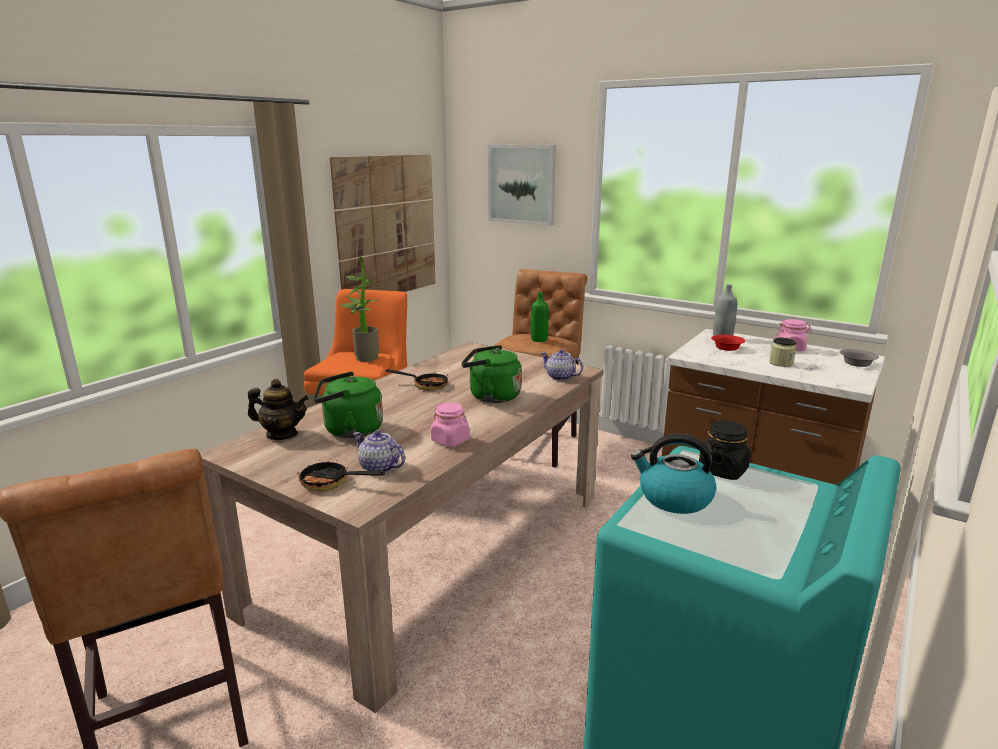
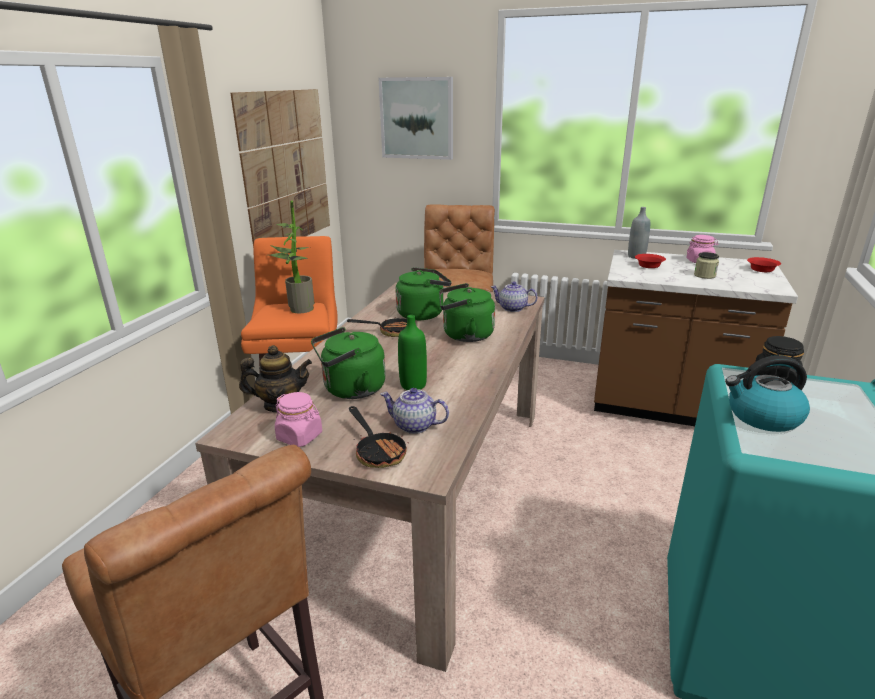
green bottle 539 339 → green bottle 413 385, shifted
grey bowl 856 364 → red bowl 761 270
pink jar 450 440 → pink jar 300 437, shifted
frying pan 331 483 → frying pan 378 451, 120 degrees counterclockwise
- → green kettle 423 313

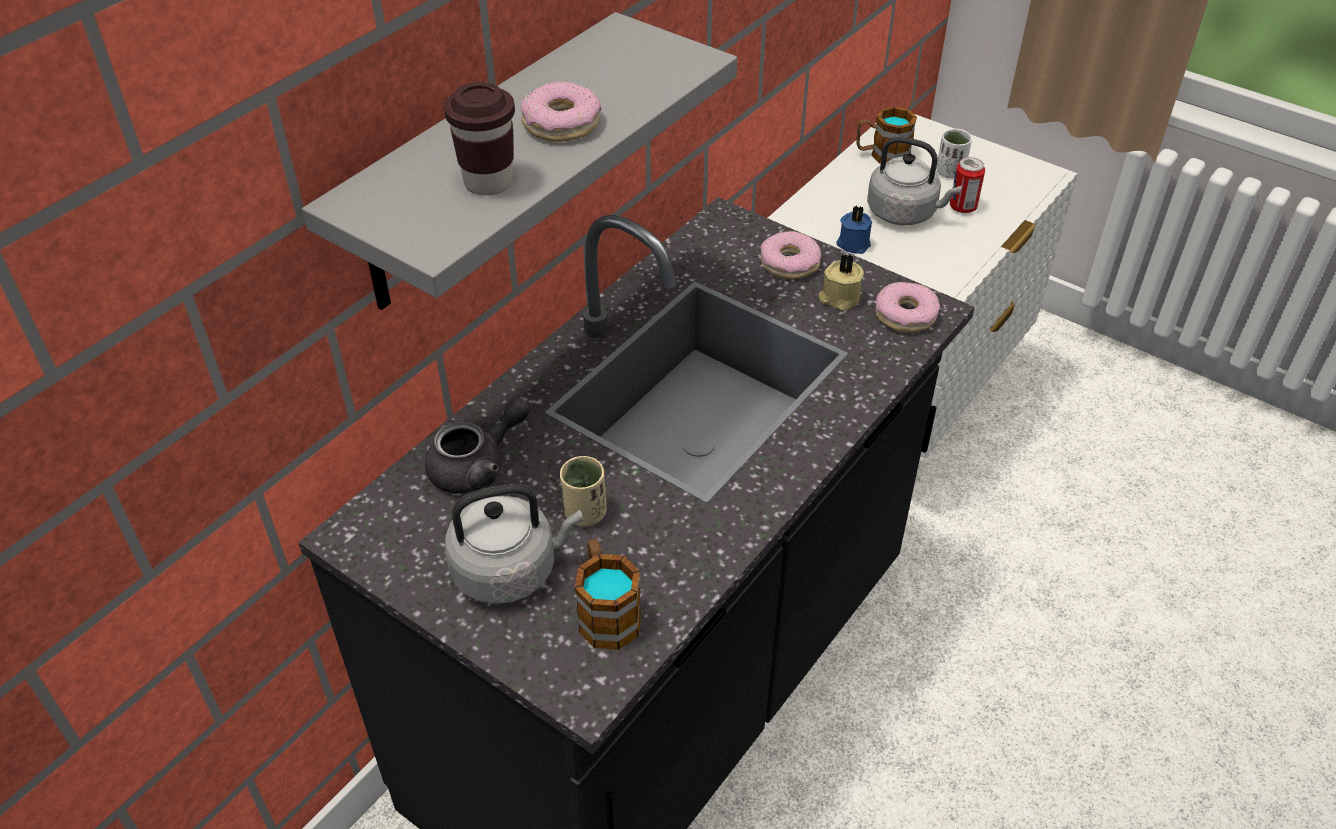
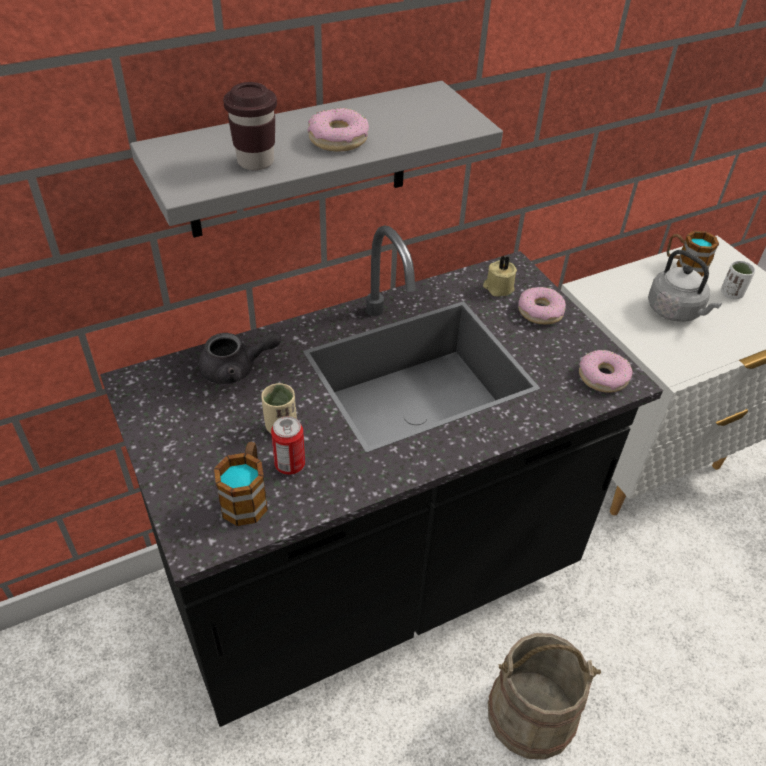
can 962 207 → can 290 464, shifted
blue candle 853 243 → -
beige candle 839 298 → beige candle 498 288, shifted
grey kettle 510 570 → -
- → beige bucket 531 713

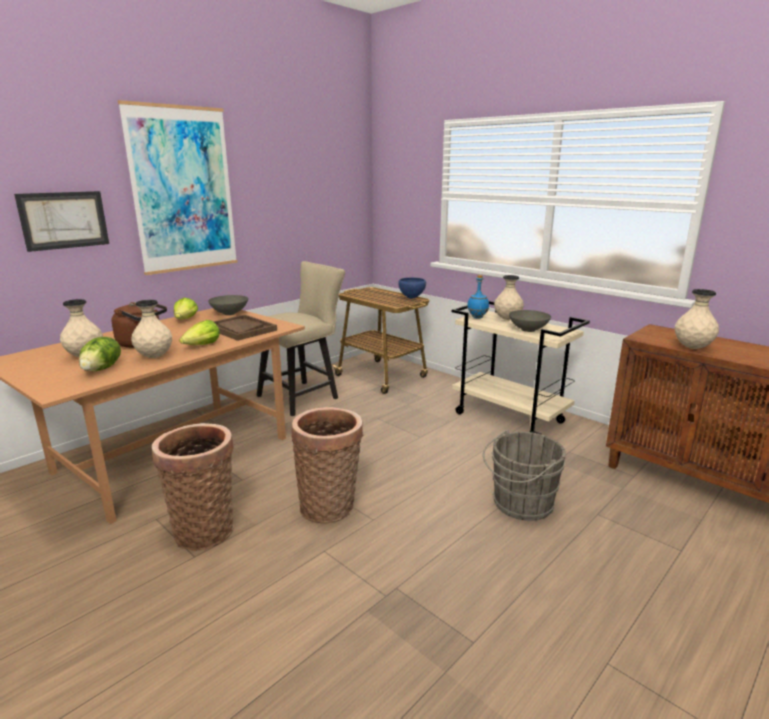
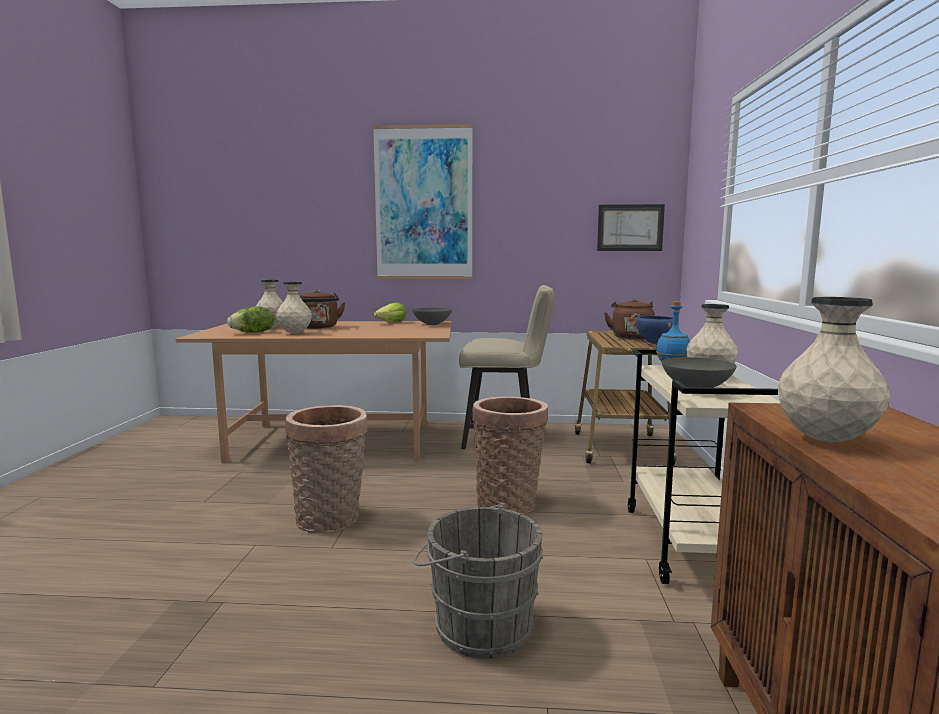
picture 64 220 → picture 630 227, shifted
brown tray 241 329 → -
lettuce 202 346 → -
basket 204 529 → basket 508 503, shifted
- → brown kettle 631 337

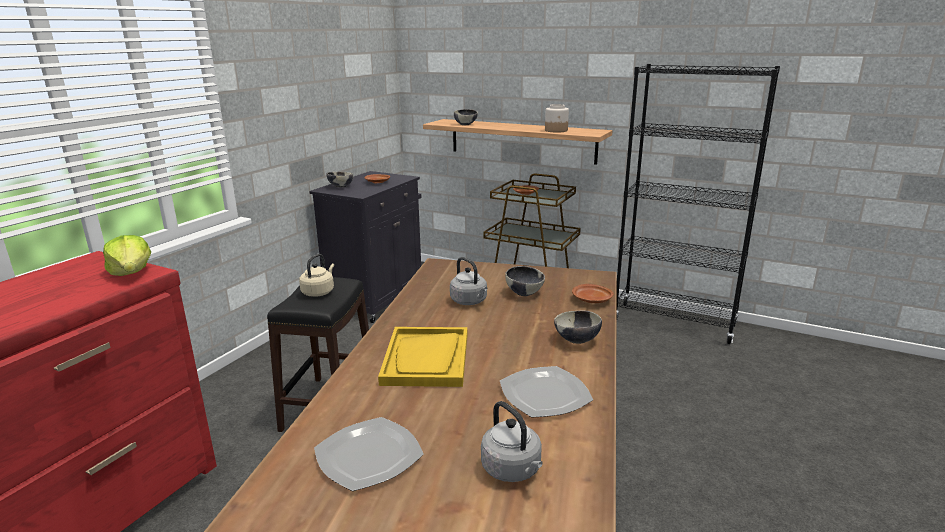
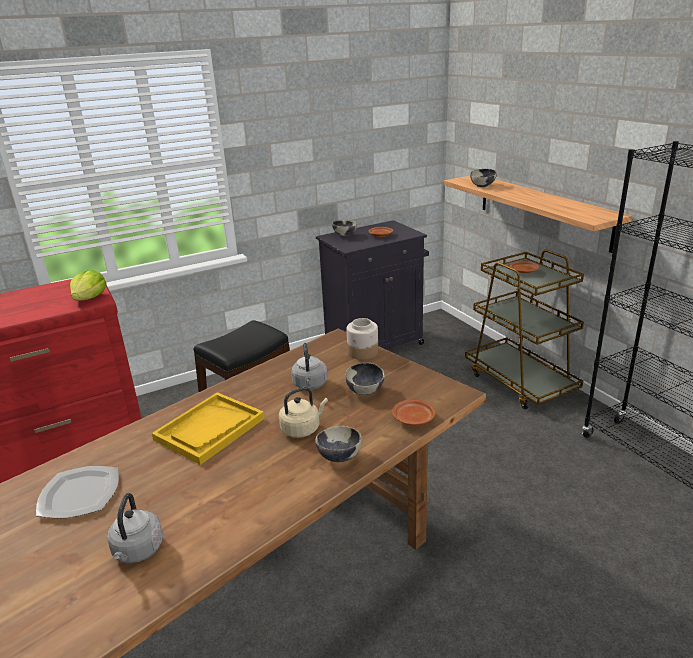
jar 556 130 → jar 363 352, shifted
beige kettle 319 292 → beige kettle 302 429, shifted
plate 545 394 → -

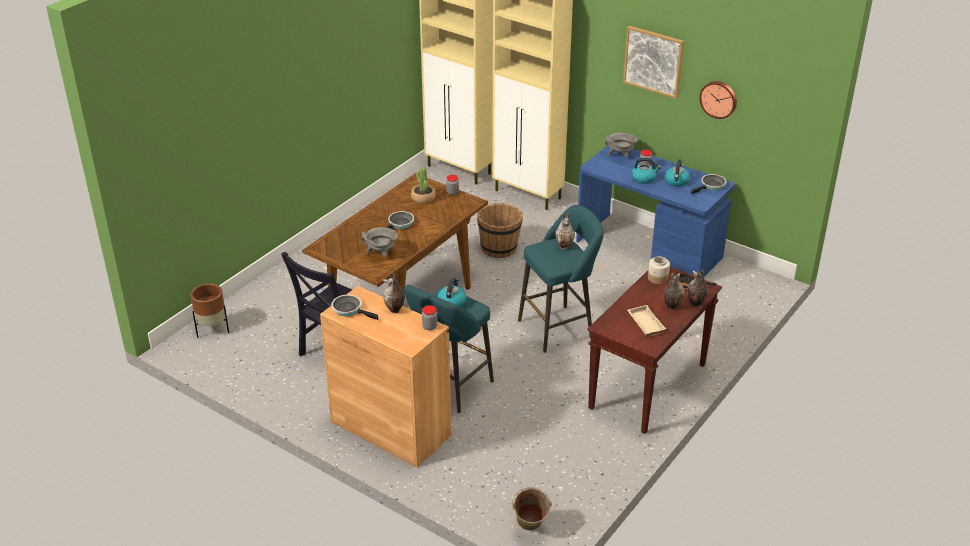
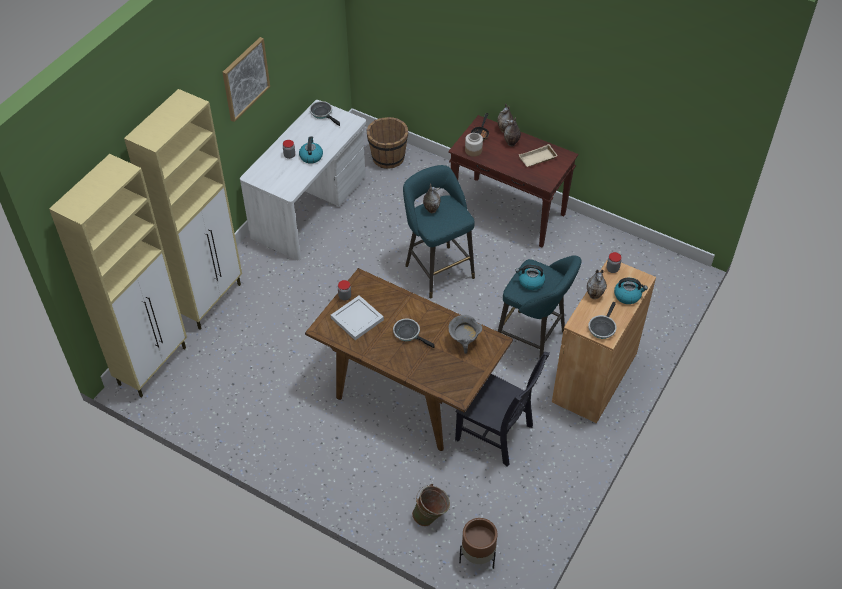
wall clock 719 99 → -
grey cooking pot 621 156 → -
blue desk 649 249 → white desk 310 208
kettle 676 182 → kettle 627 295, shifted
potted plant 423 198 → white tray 357 319
brown bucket 499 248 → brown bucket 388 157, shifted
green bucket 530 529 → green bucket 431 517, shifted

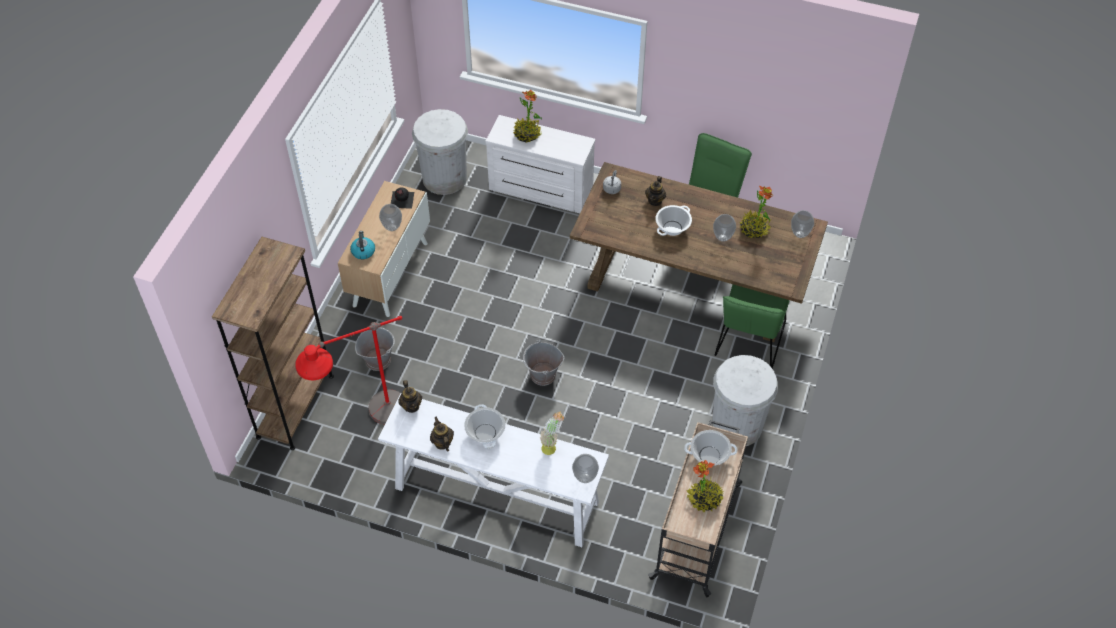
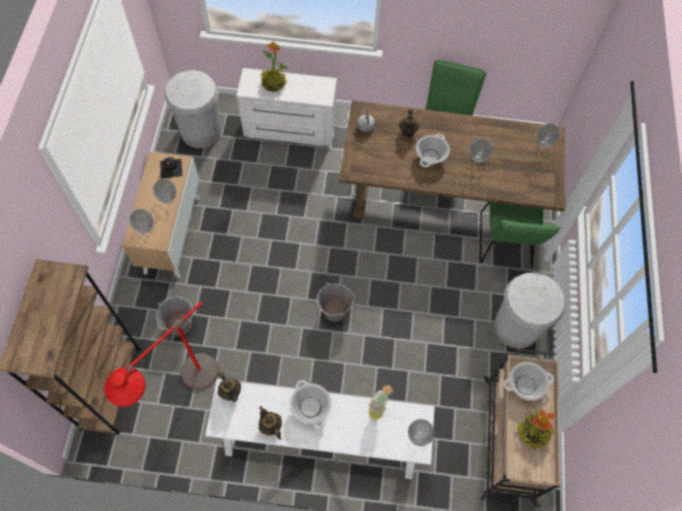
potted plant 754 229 → -
kettle 363 251 → vase 145 229

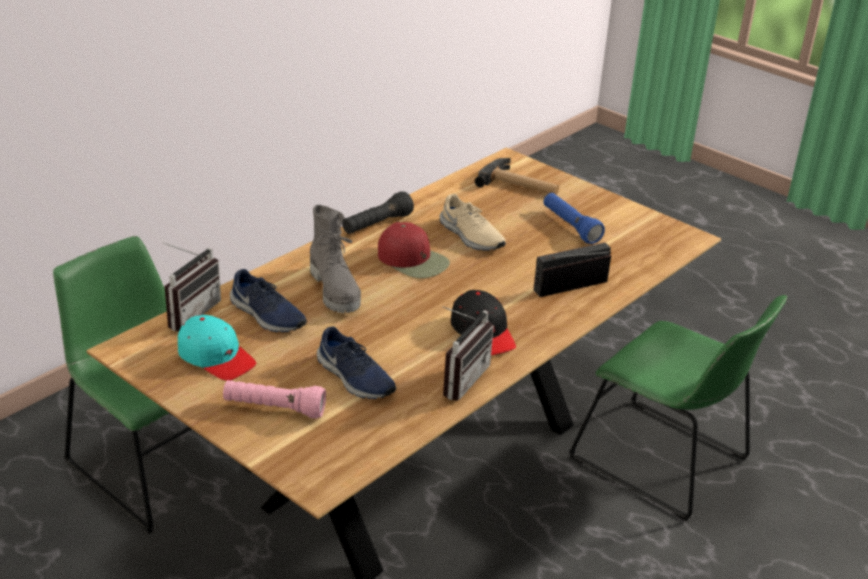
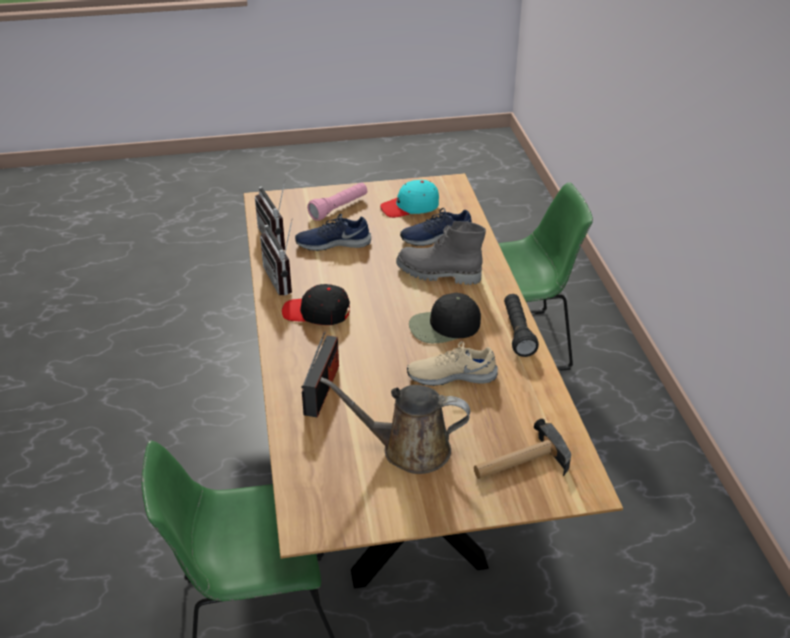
blue flashlight 570 227 → brown watering can 409 449
red cap 413 260 → black cap 444 326
radio 189 312 → radio 278 238, shifted

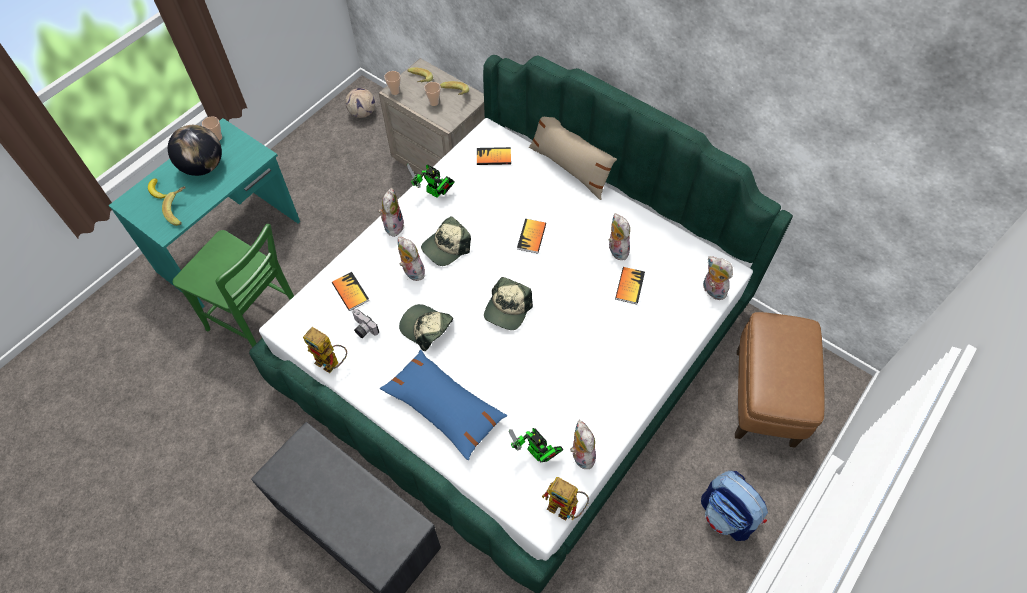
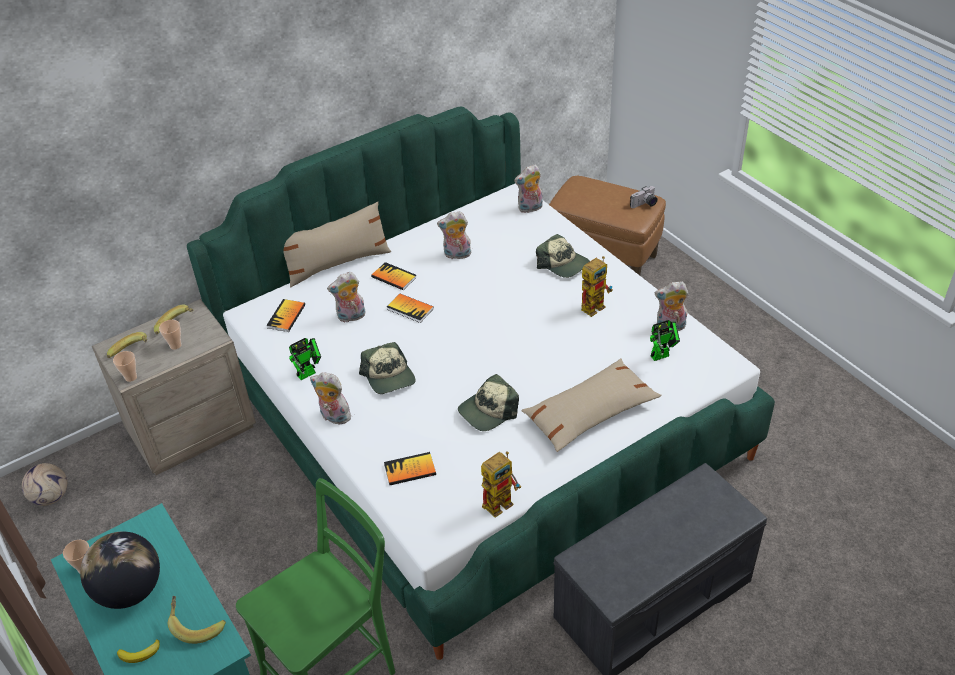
plush toy 411 271 → plush toy 351 317, shifted
book 629 286 → book 394 277, shifted
cap 507 309 → cap 563 264, shifted
photo camera 363 329 → photo camera 644 204, shifted
blue pillow 444 407 → beige pillow 590 413
backpack 727 515 → -
toy robot 566 508 → toy robot 595 305, shifted

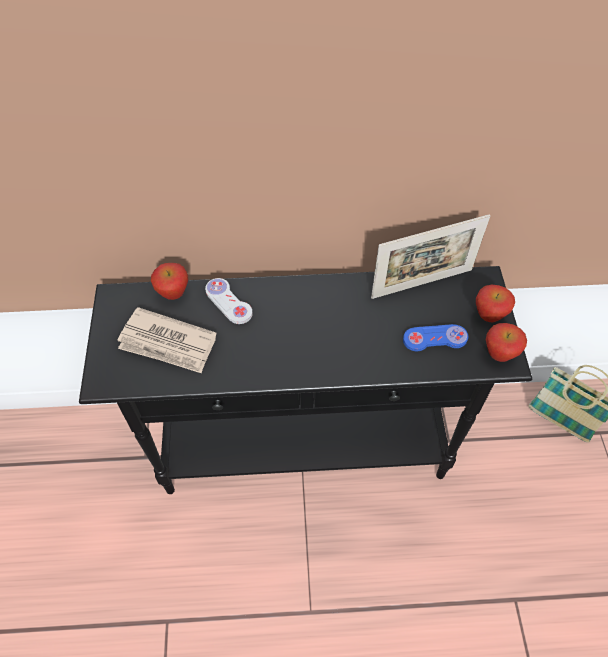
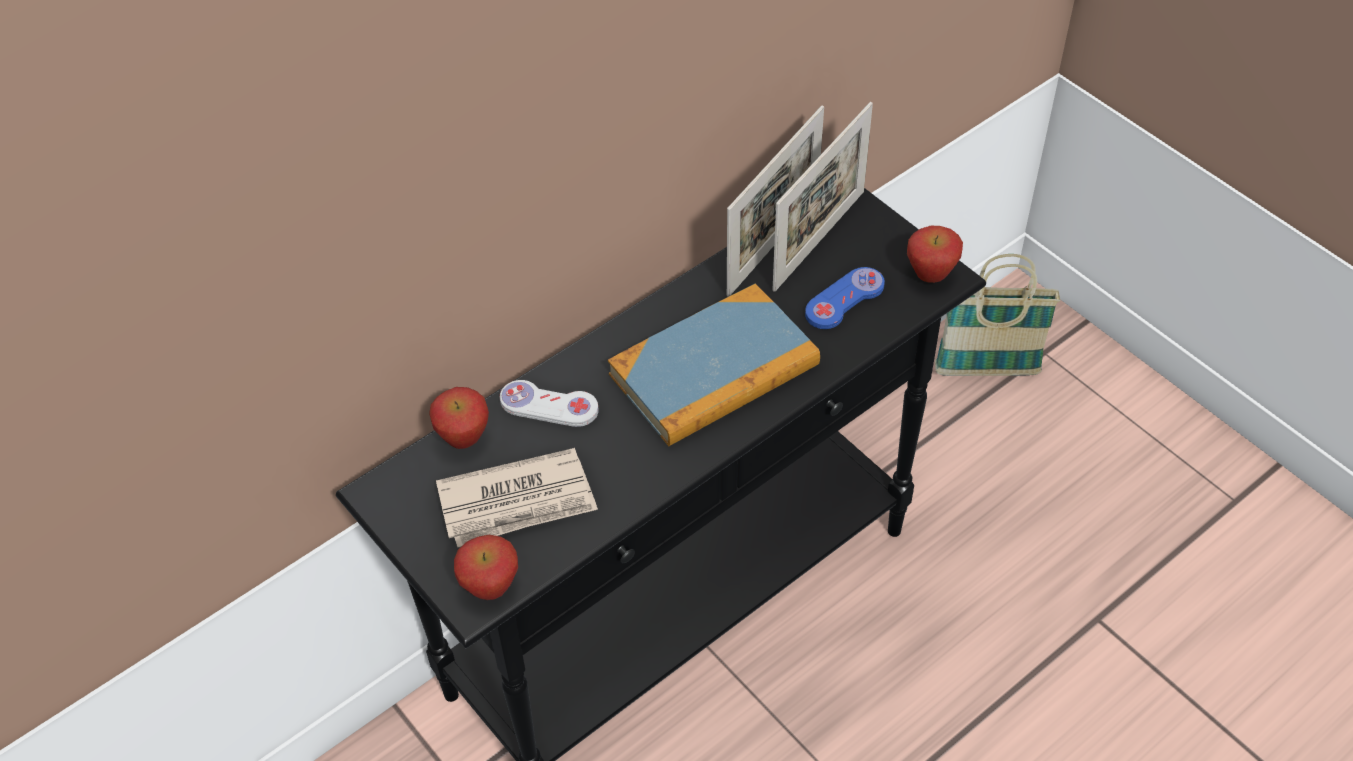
apple 488 316 → apple 491 588, shifted
- → picture frame 819 240
- → book 714 370

